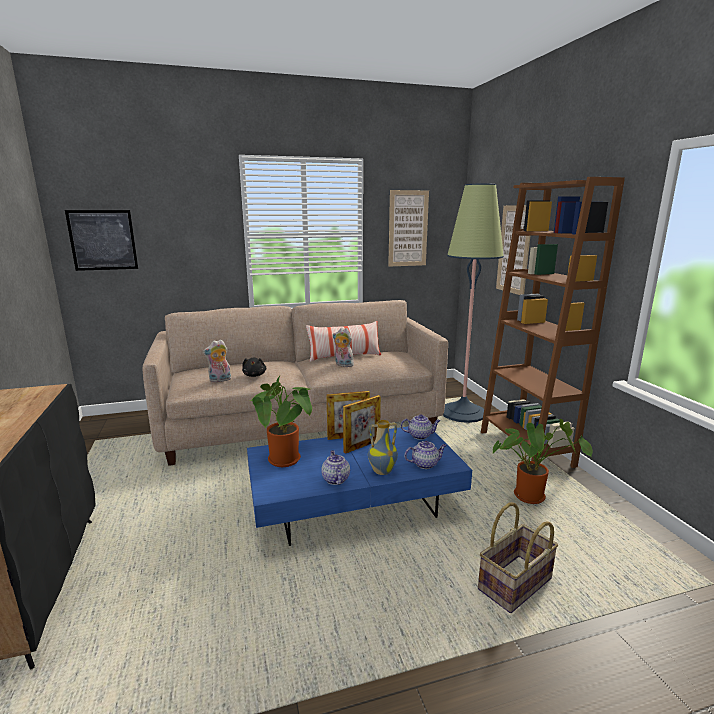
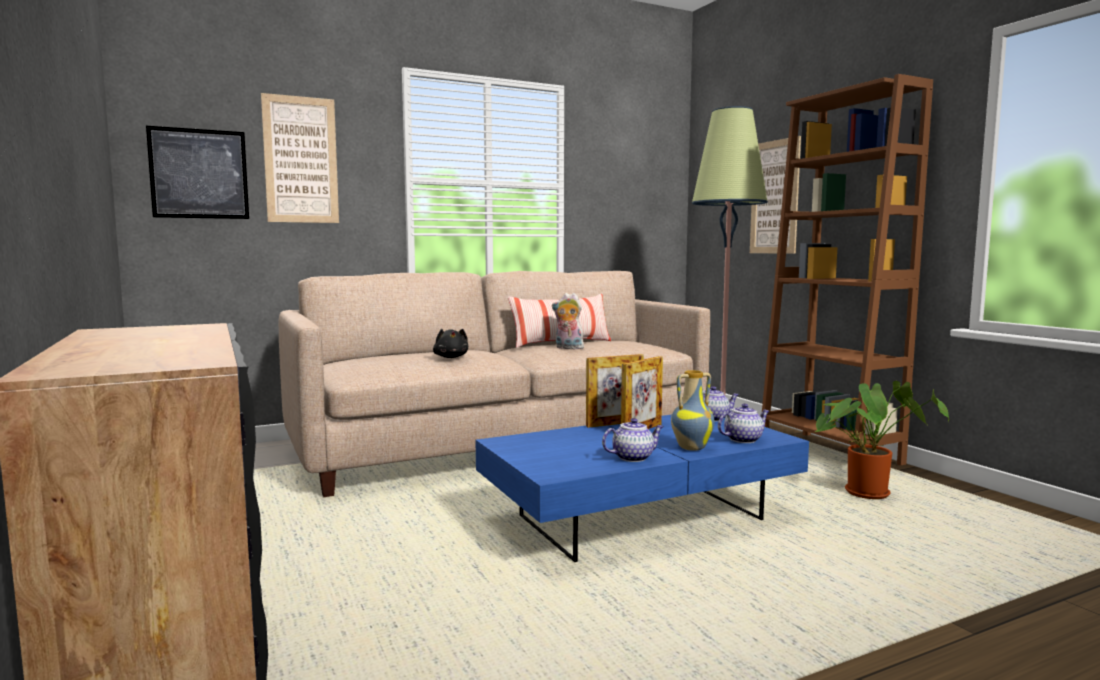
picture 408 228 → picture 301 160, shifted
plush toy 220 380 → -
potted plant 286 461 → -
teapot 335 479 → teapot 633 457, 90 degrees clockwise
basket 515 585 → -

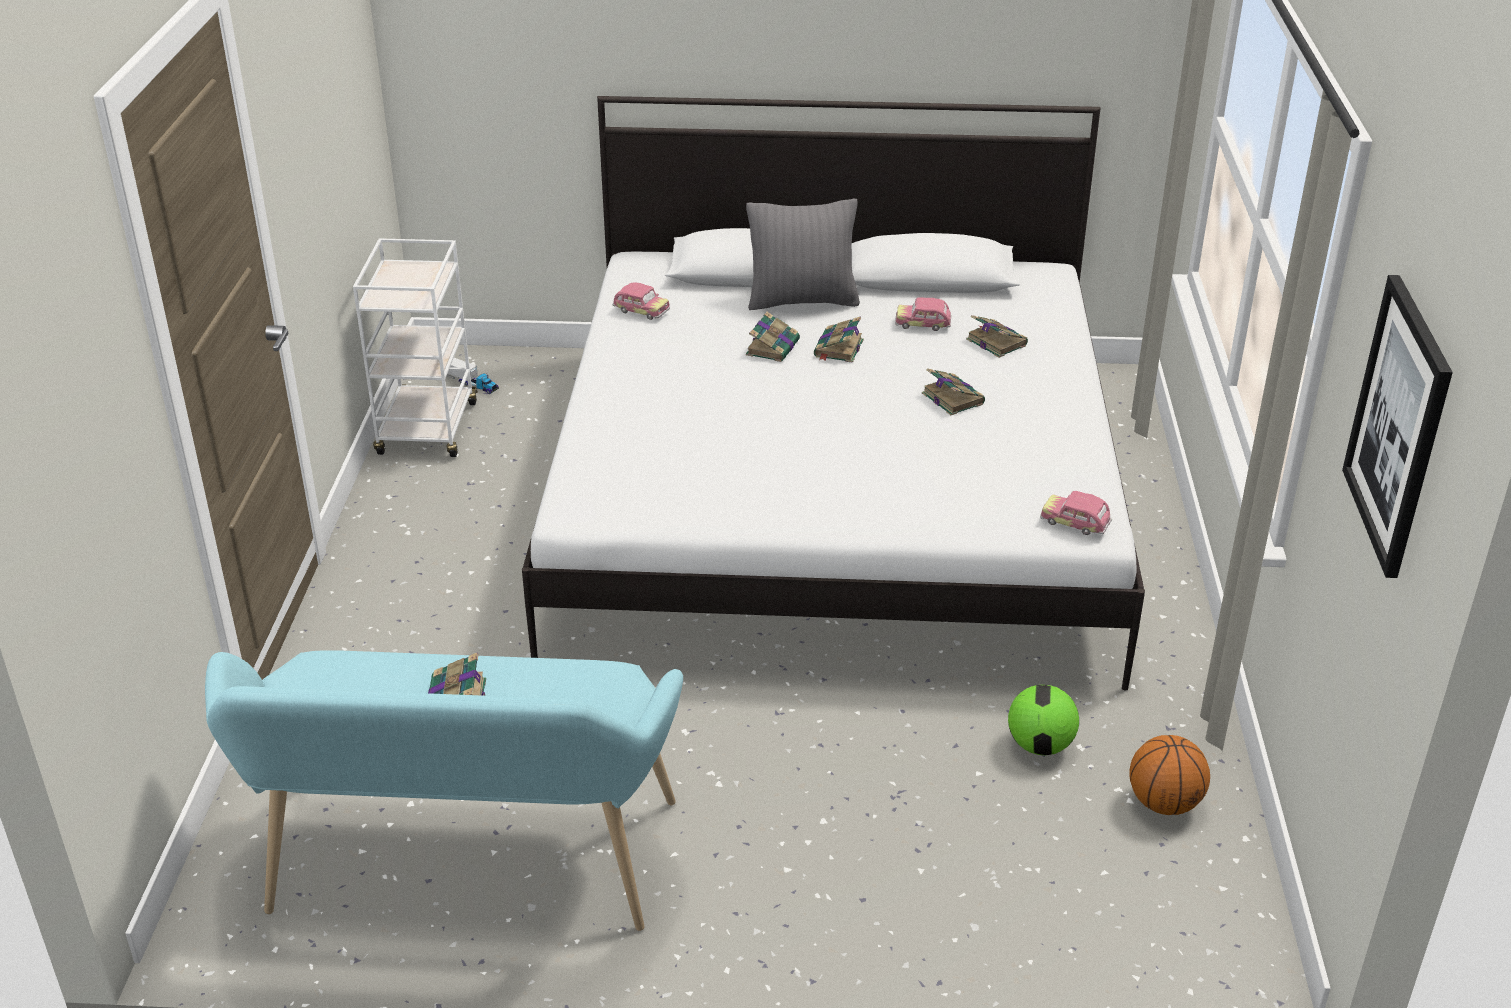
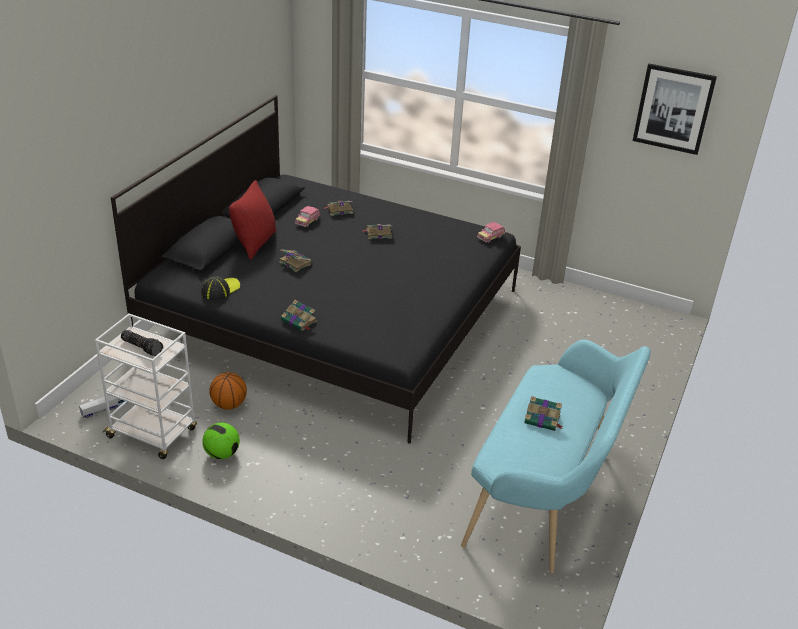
white bed 835 496 → black bed 334 316
grey pillow 802 301 → red pillow 255 244
toy car 641 311 → cap 220 290
book 838 349 → book 299 321, shifted
football 1040 745 → football 222 454, shifted
basketball 1164 803 → basketball 229 405, shifted
- → flashlight 142 347

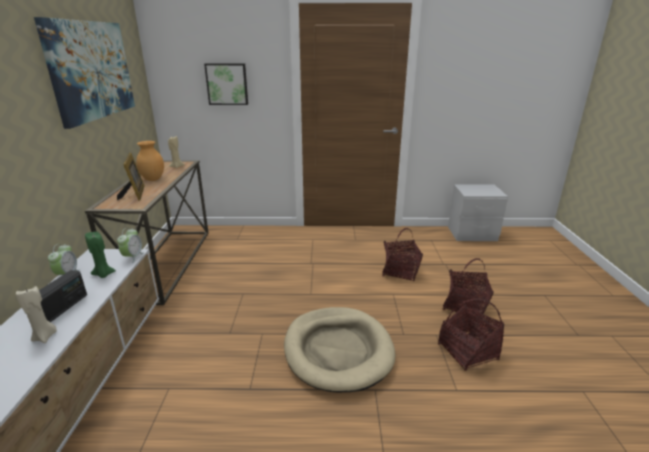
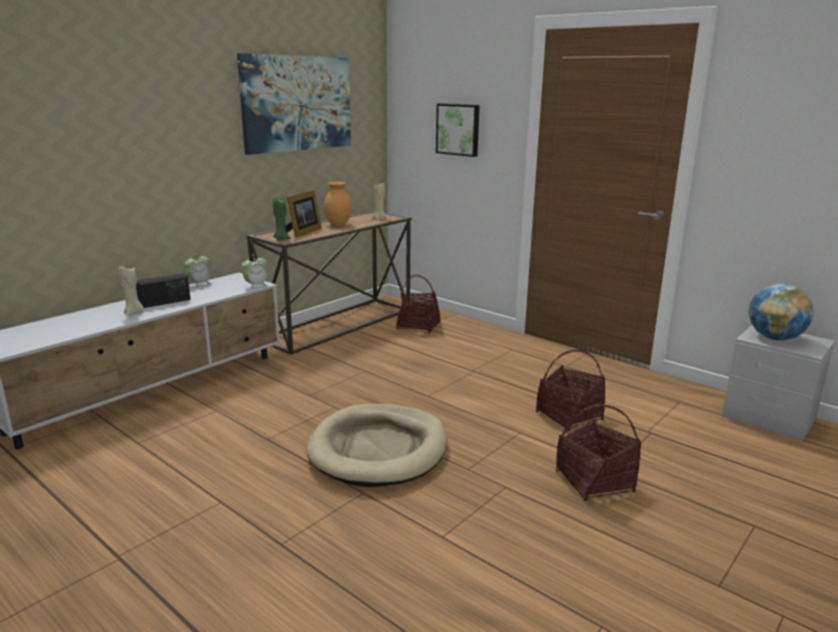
green candle 103 275 → green candle 281 239, shifted
basket 468 352 → basket 418 326, shifted
- → globe 774 338

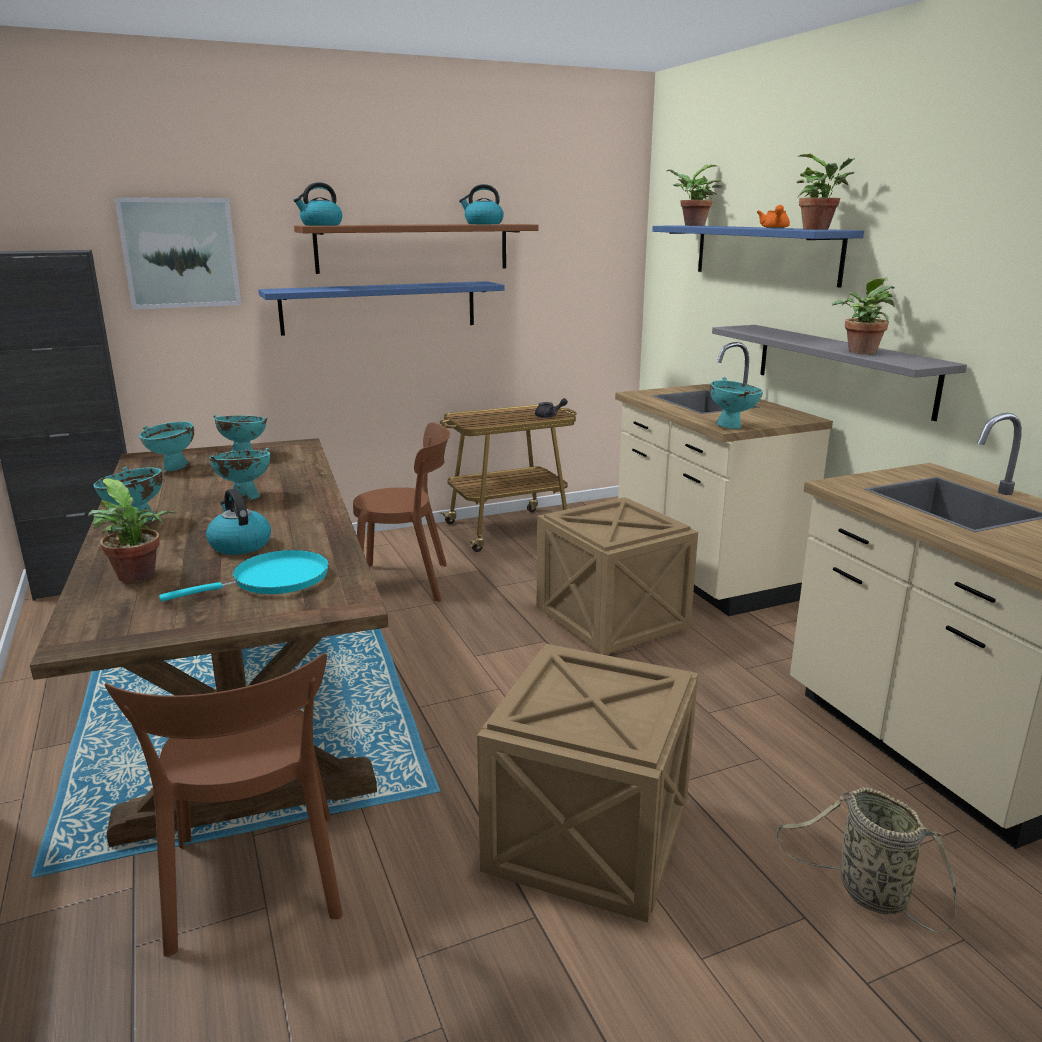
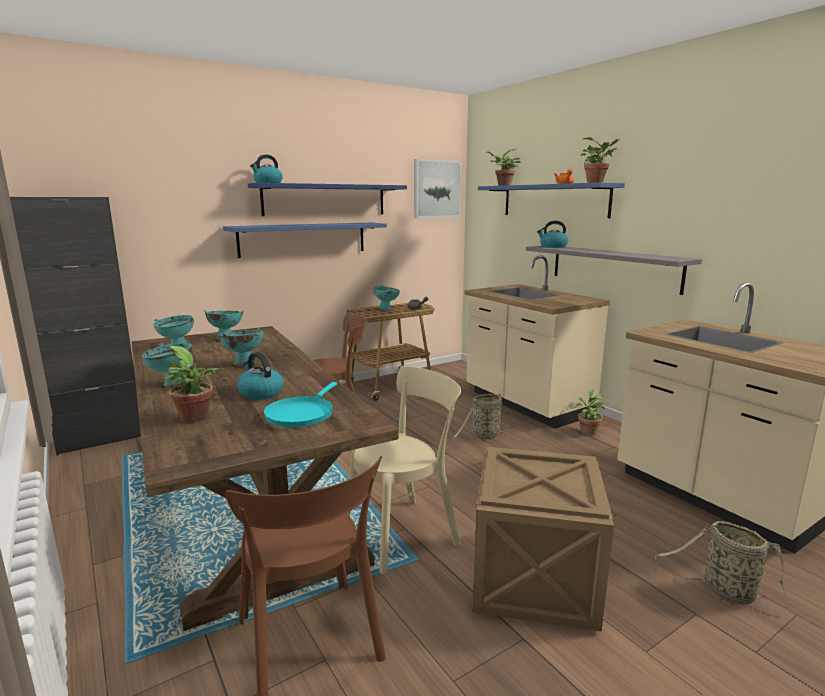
kettle 483 224 → kettle 553 246, shifted
picture 180 253 → picture 436 189, shifted
brown shelf 413 248 → blue shelf 325 200
potted plant 861 351 → potted plant 587 432, shifted
turquoise bowl 732 426 → turquoise bowl 386 309, shifted
crate 612 620 → basket 484 436
turquoise frying pan 274 580 → turquoise frying pan 301 413, 150 degrees clockwise
- → beige chair 405 532

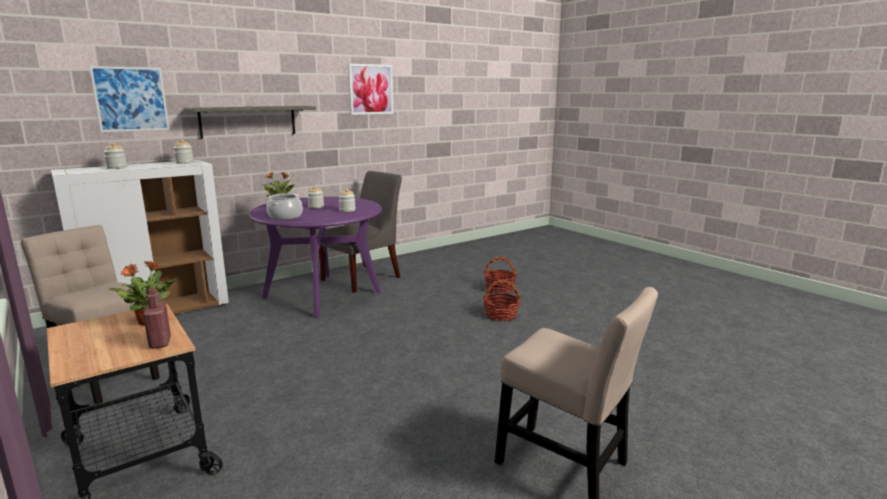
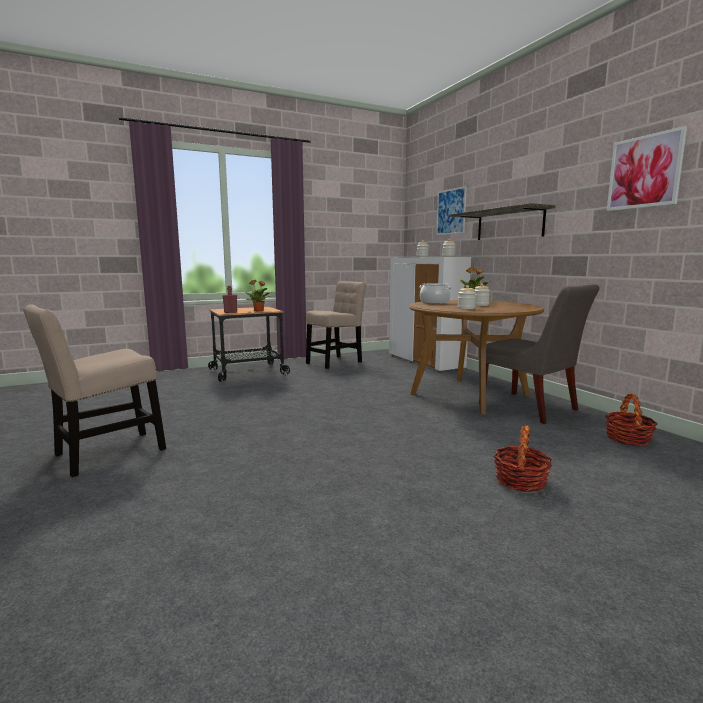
purple dining table 322 295 → brown dining table 469 394
basket 501 315 → basket 628 439, shifted

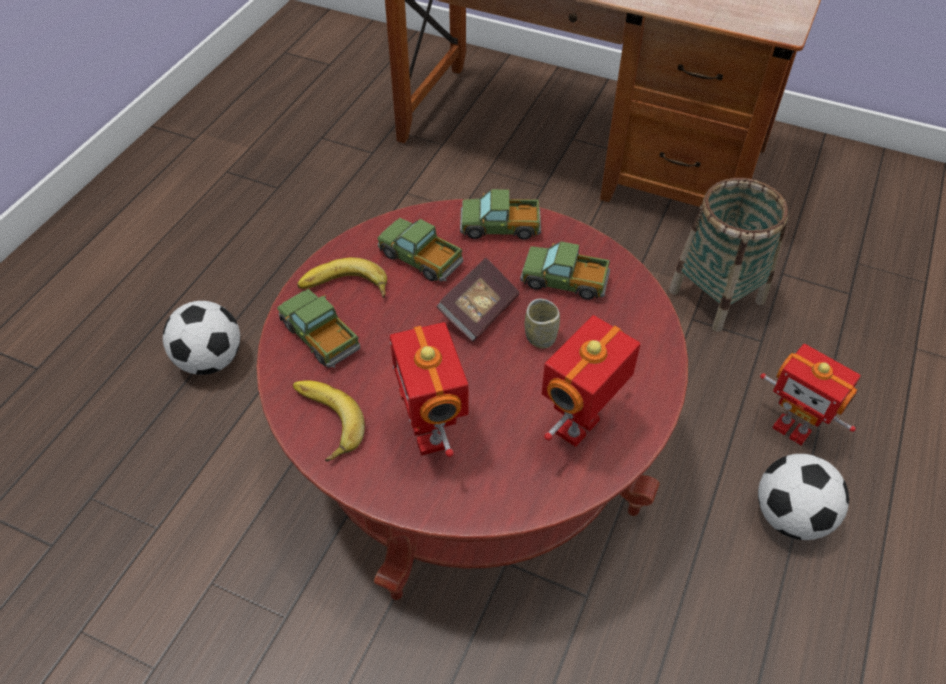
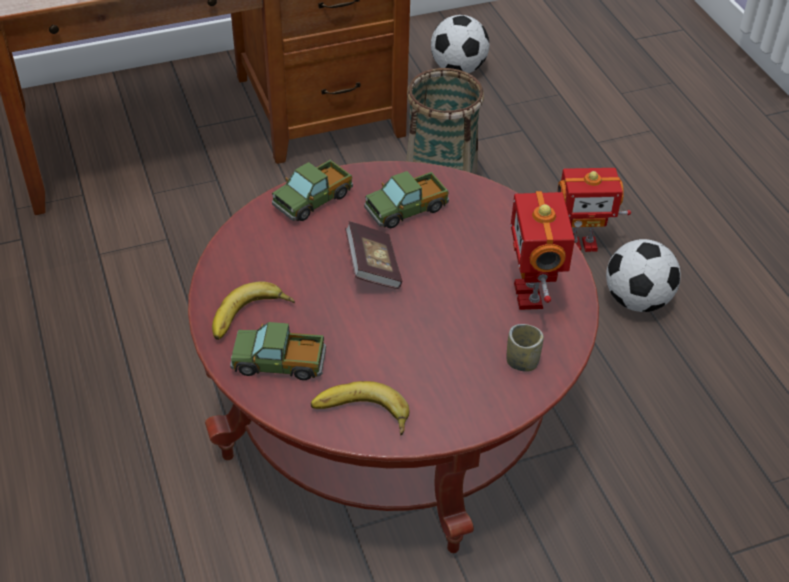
toy truck 420 259 → -
cup 540 337 → cup 522 362, shifted
football 210 360 → football 458 69, shifted
toy robot 432 434 → -

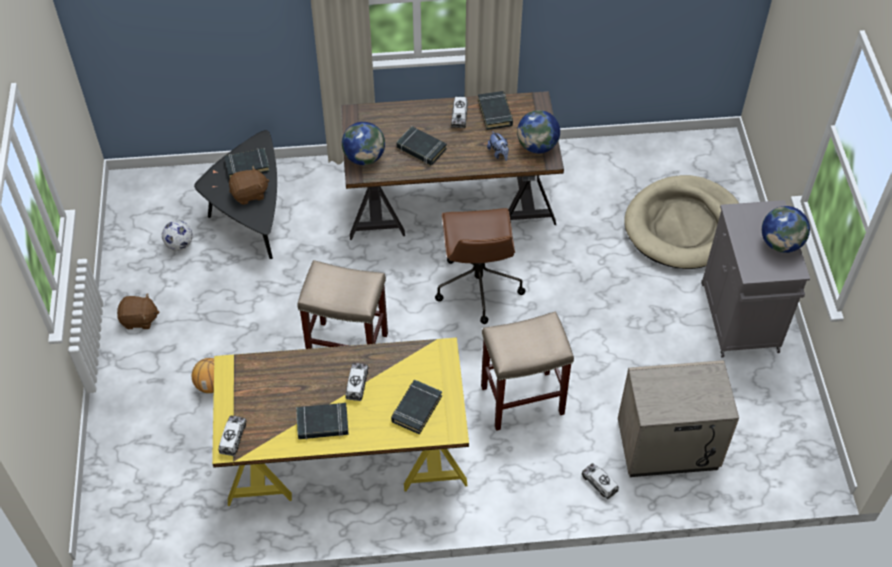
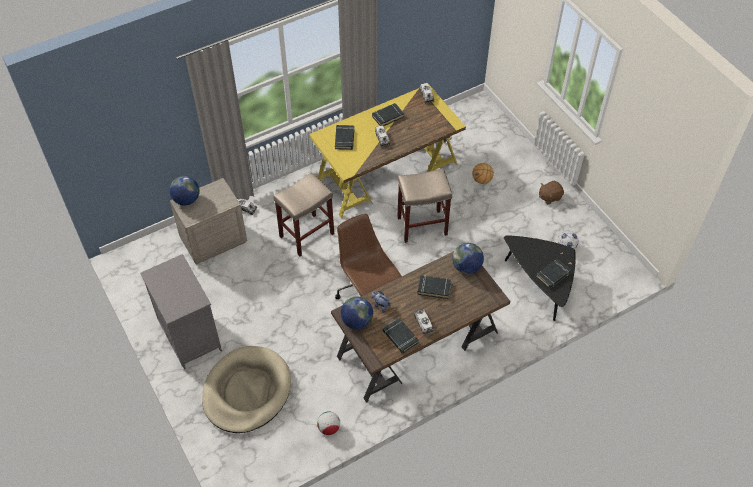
brown plush toy 250 194 → -
globe 780 243 → globe 186 200, shifted
- → football 329 428

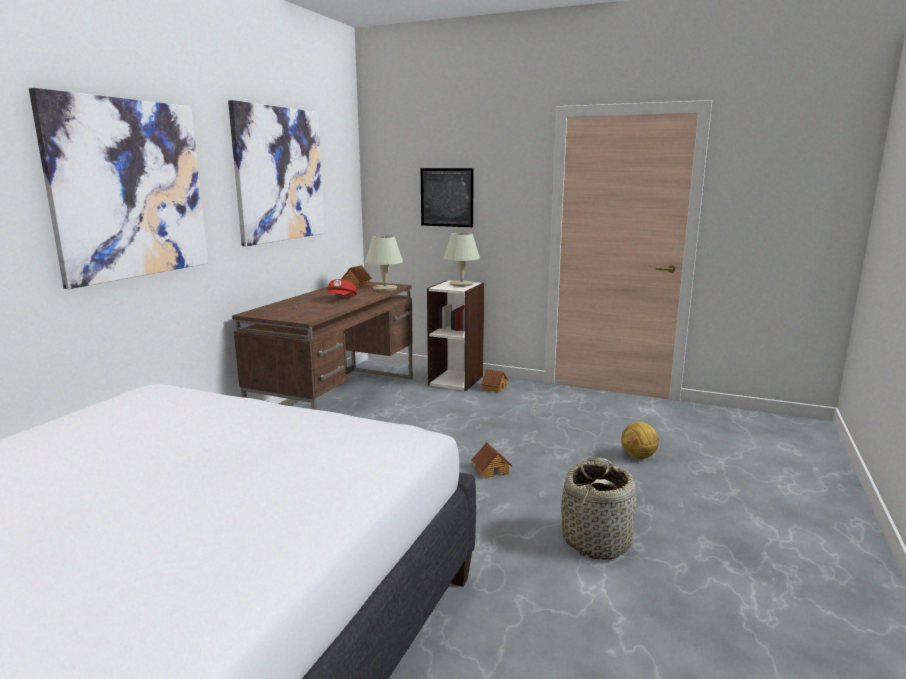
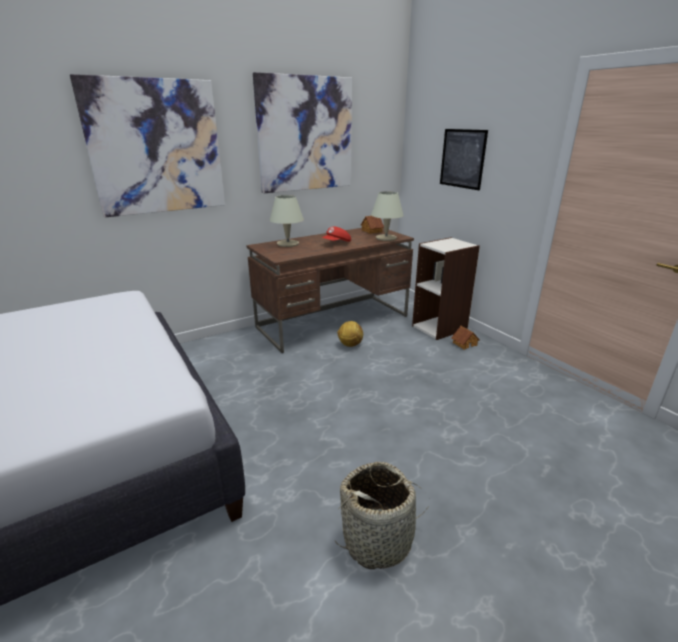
beige table lamp 461 284 → beige table lamp 287 244, shifted
football 638 457 → football 350 345, shifted
toy house 491 470 → -

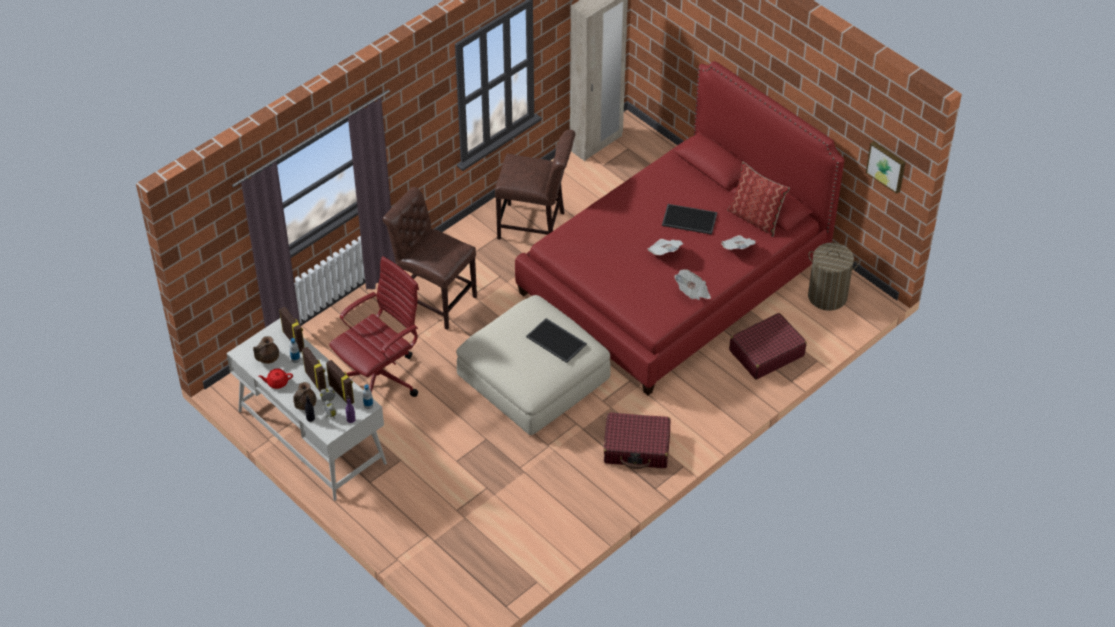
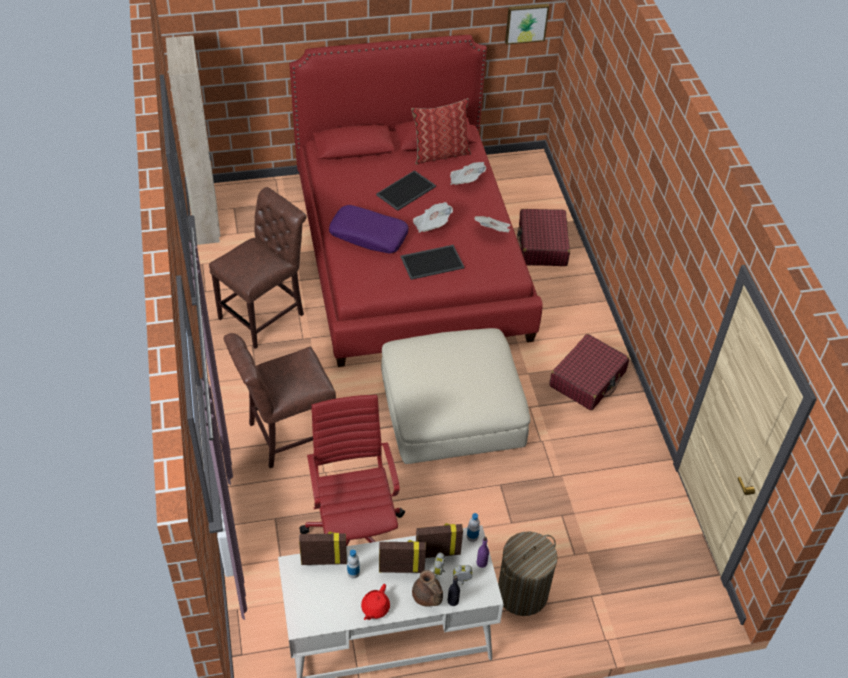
laundry basket 827 296 → laundry basket 522 593, shifted
tray 557 340 → tray 432 261, shifted
brown teapot 267 357 → -
- → purple pillow 369 235

